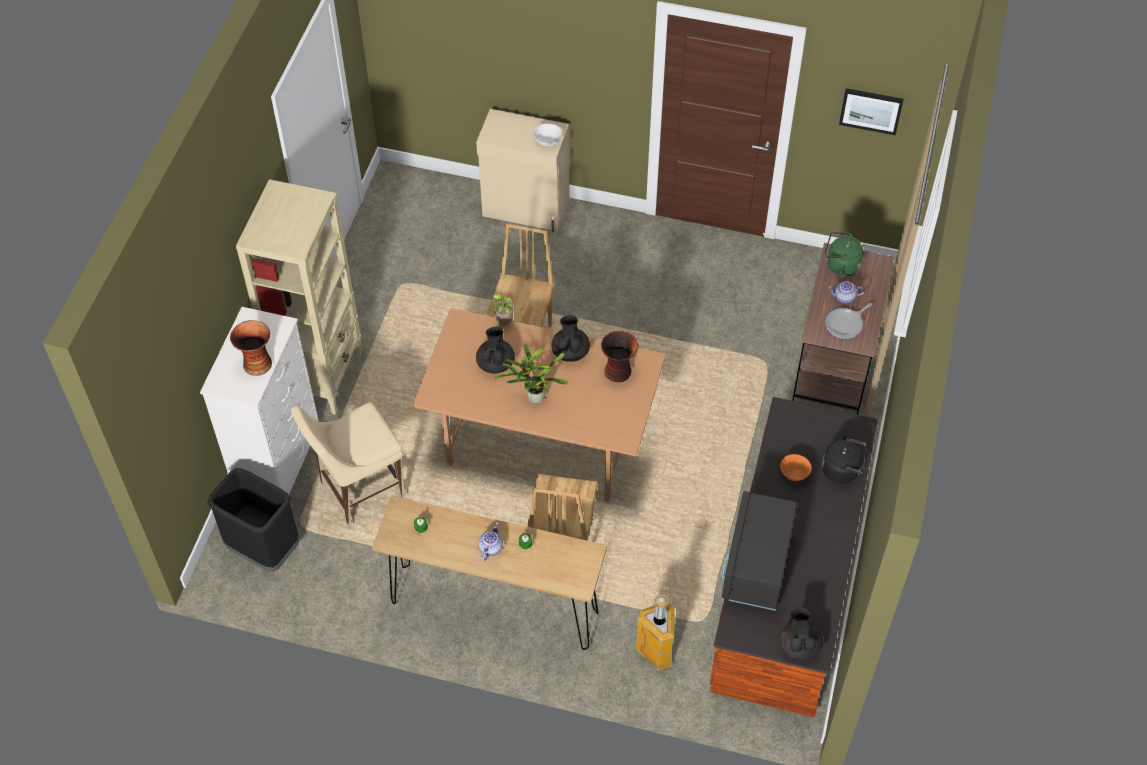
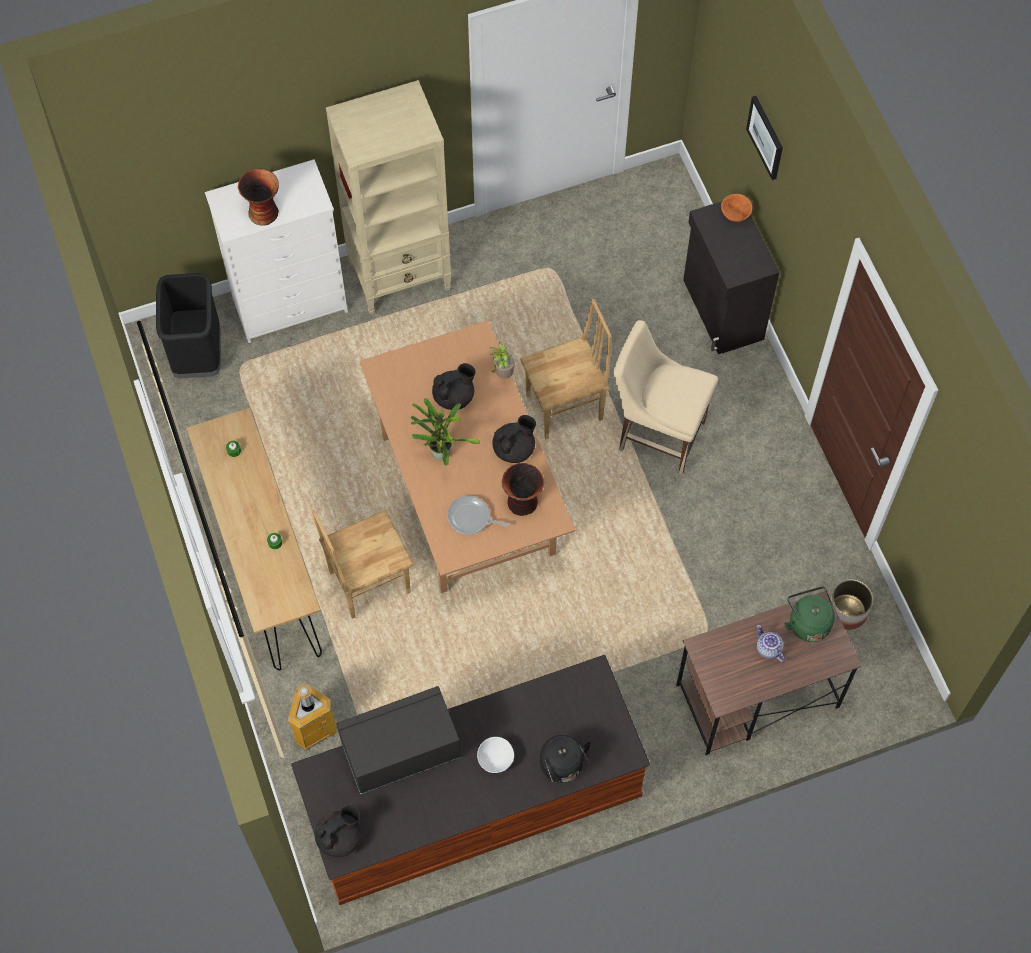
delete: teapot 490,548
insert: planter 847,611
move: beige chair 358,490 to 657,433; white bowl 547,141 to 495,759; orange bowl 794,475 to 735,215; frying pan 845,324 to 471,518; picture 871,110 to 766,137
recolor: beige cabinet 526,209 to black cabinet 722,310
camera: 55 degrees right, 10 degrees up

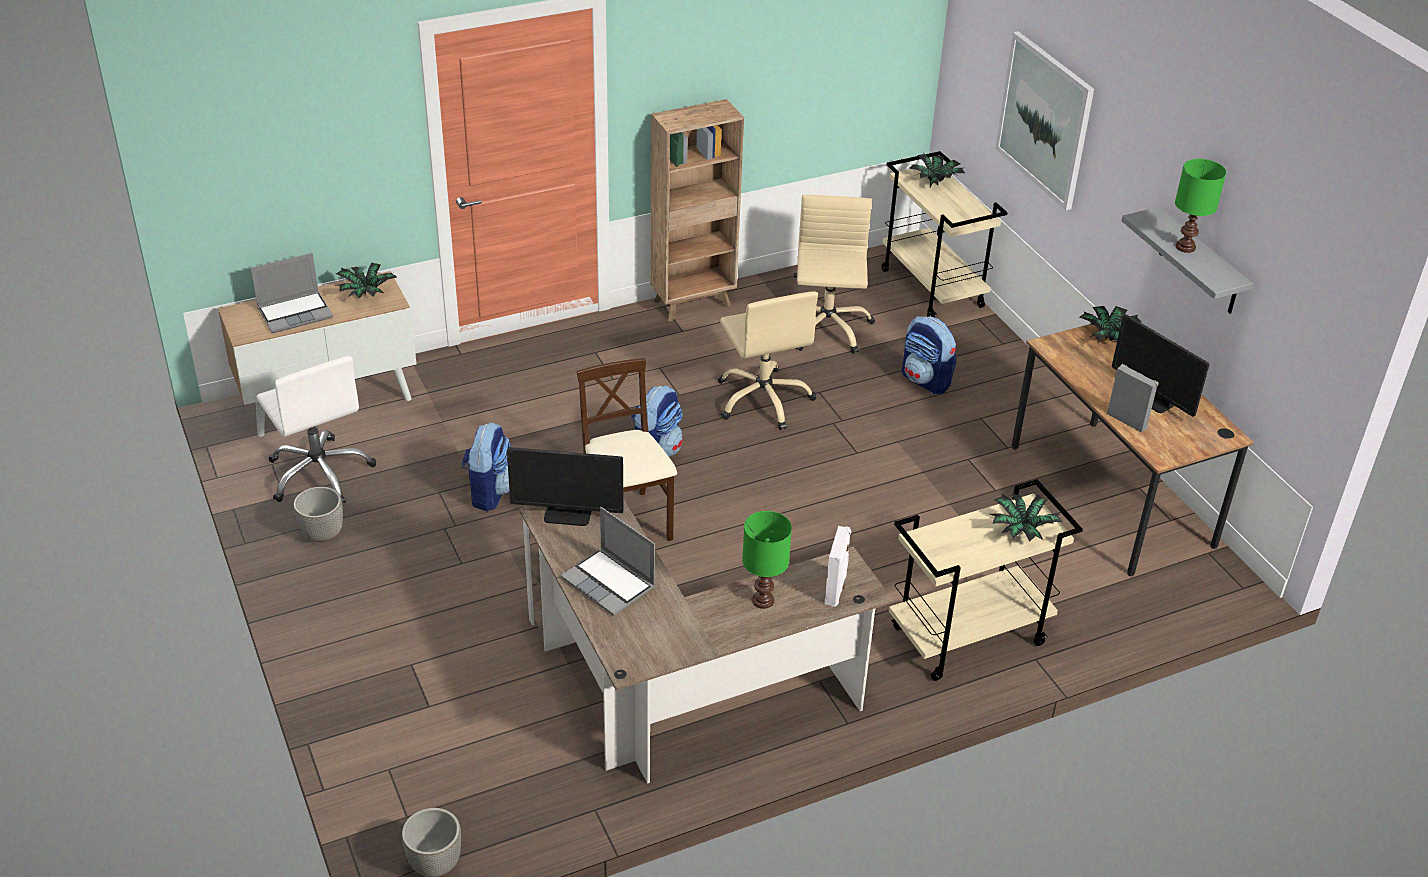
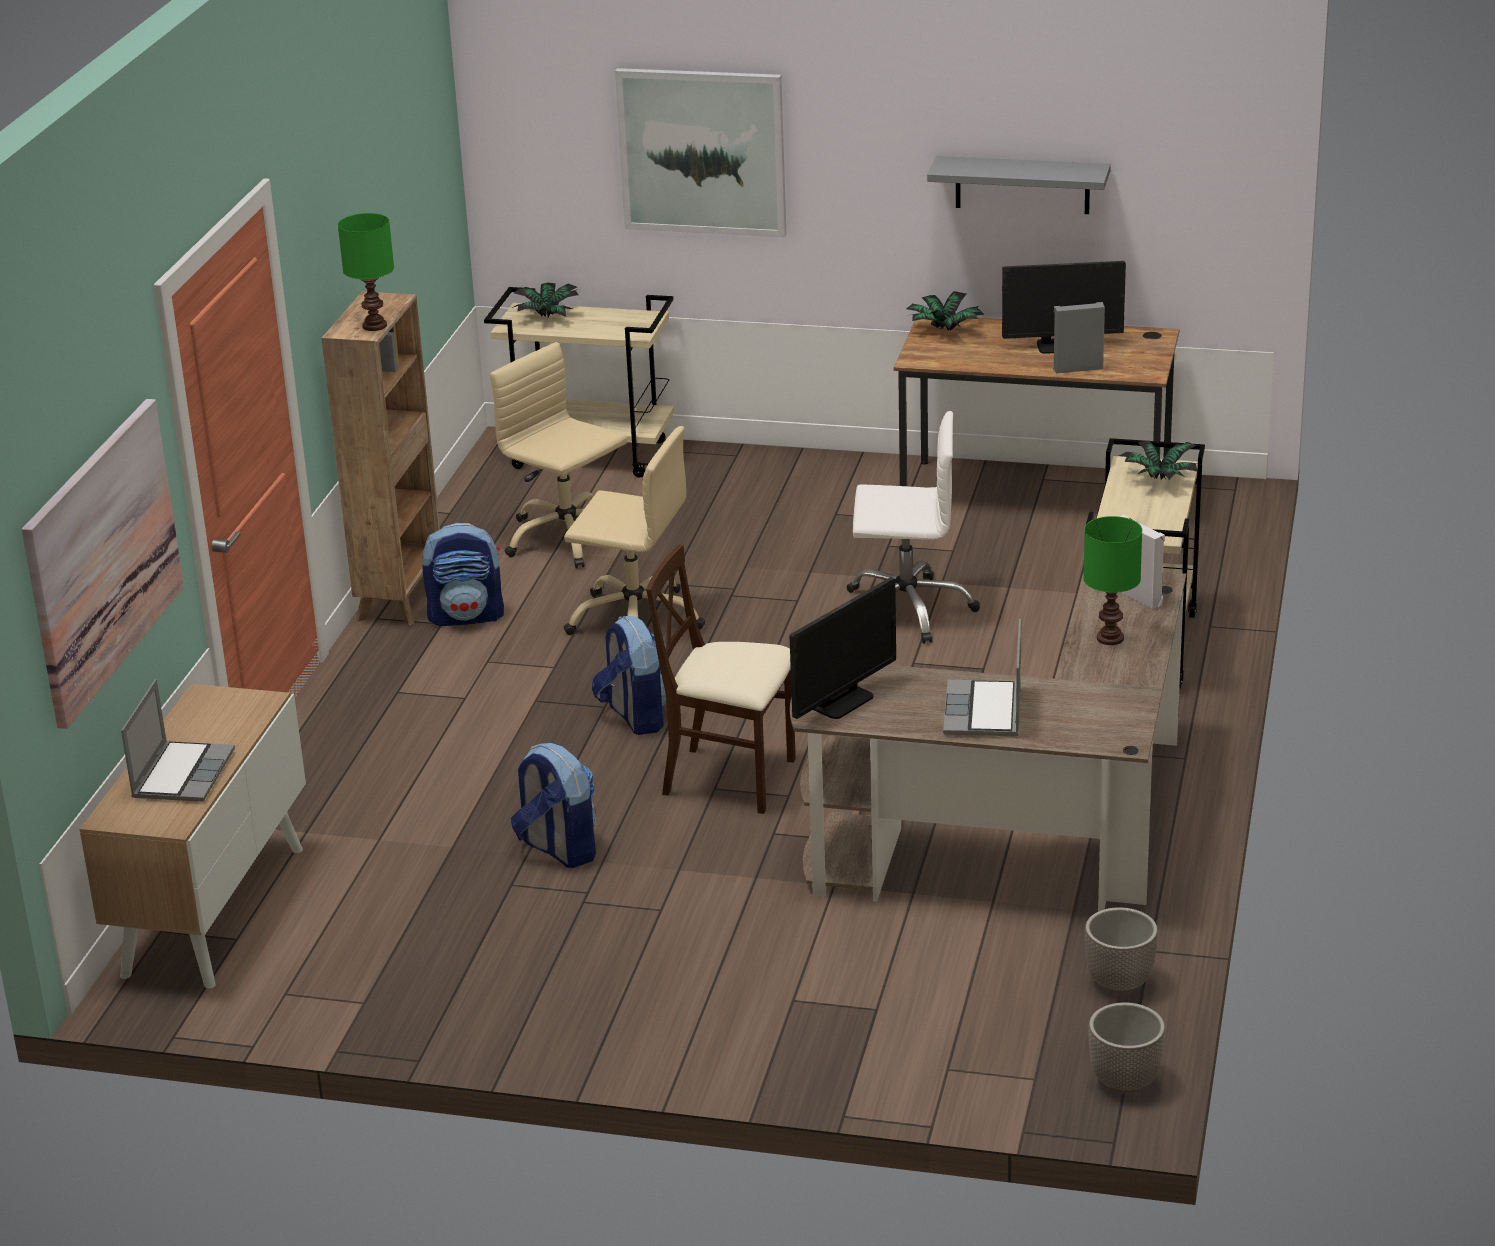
delete: potted plant 366,294
insert: picture 102,559
move: white office chair 320,473 to 907,609; planter 322,534 to 1118,982; backpack 926,380 to 467,616; green table lamp 1186,247 to 375,326
rotate: laptop 610,583 = 984,712 105 degrees clockwise
camera: 50 degrees left, 10 degrees down

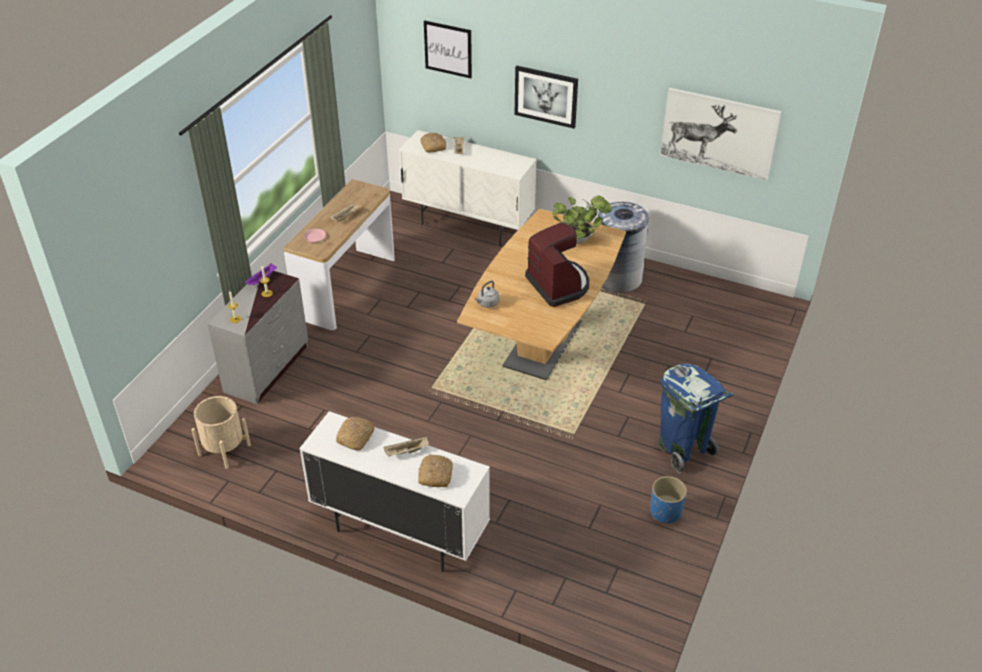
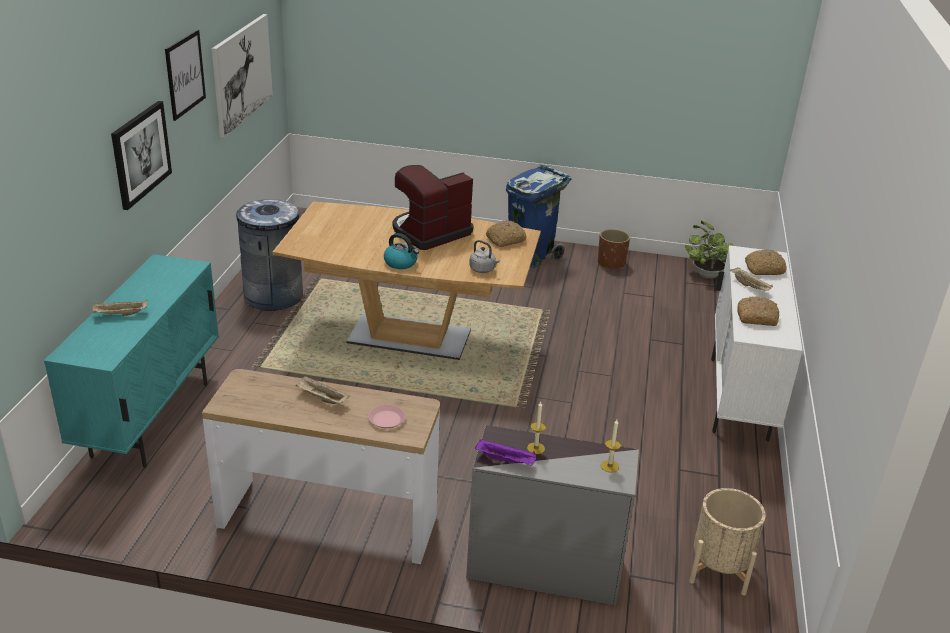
insert: kettle 401,263
move: bread 432,146 to 505,240; picture 448,49 to 185,74; potted plant 579,239 to 706,273
recolor: white cabinet 468,225 to turquoise cabinet 152,419; blue planter 665,512 to brown planter 611,263
camera: 105 degrees left, 10 degrees down

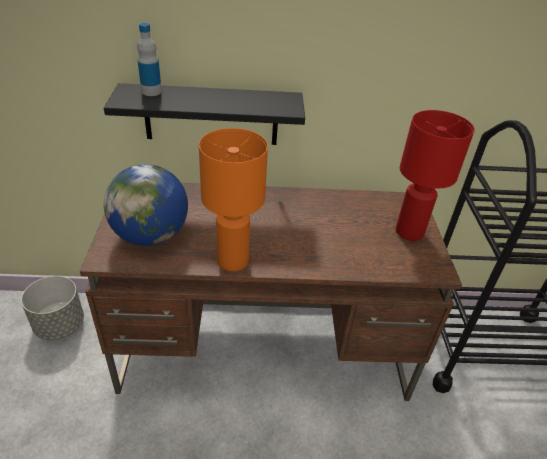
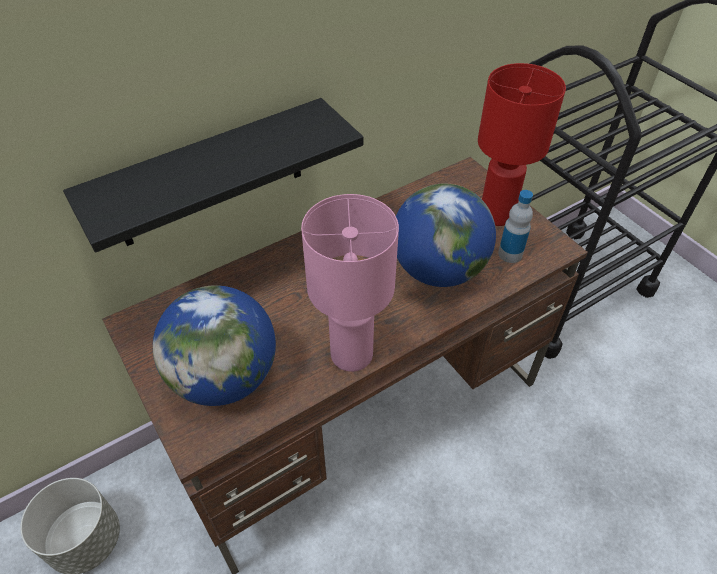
insert: globe 438,270
move: bottle 151,92 to 510,254
recolor: orange table lamp 233,262 to pink table lamp 352,355
camera: 30 degrees left, 10 degrees up

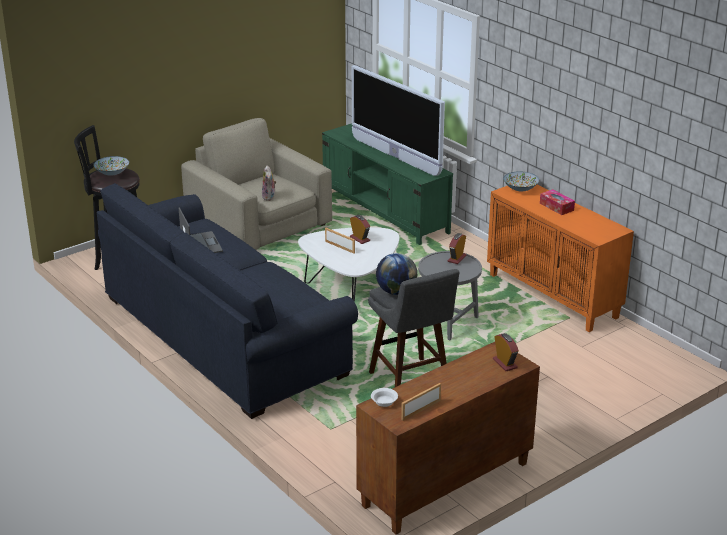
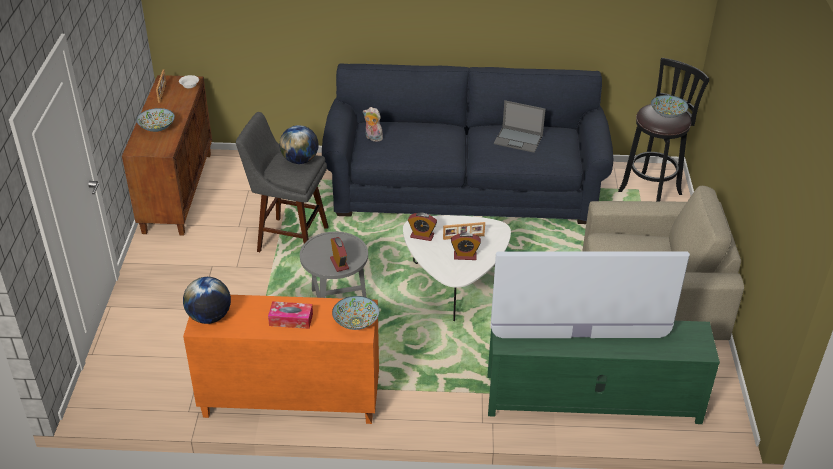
insert: bowl 157,128; globe 209,317
move: plush toy 269,197 to 372,138; alarm clock 505,363 to 422,236
camera: 130 degrees right, 10 degrees up

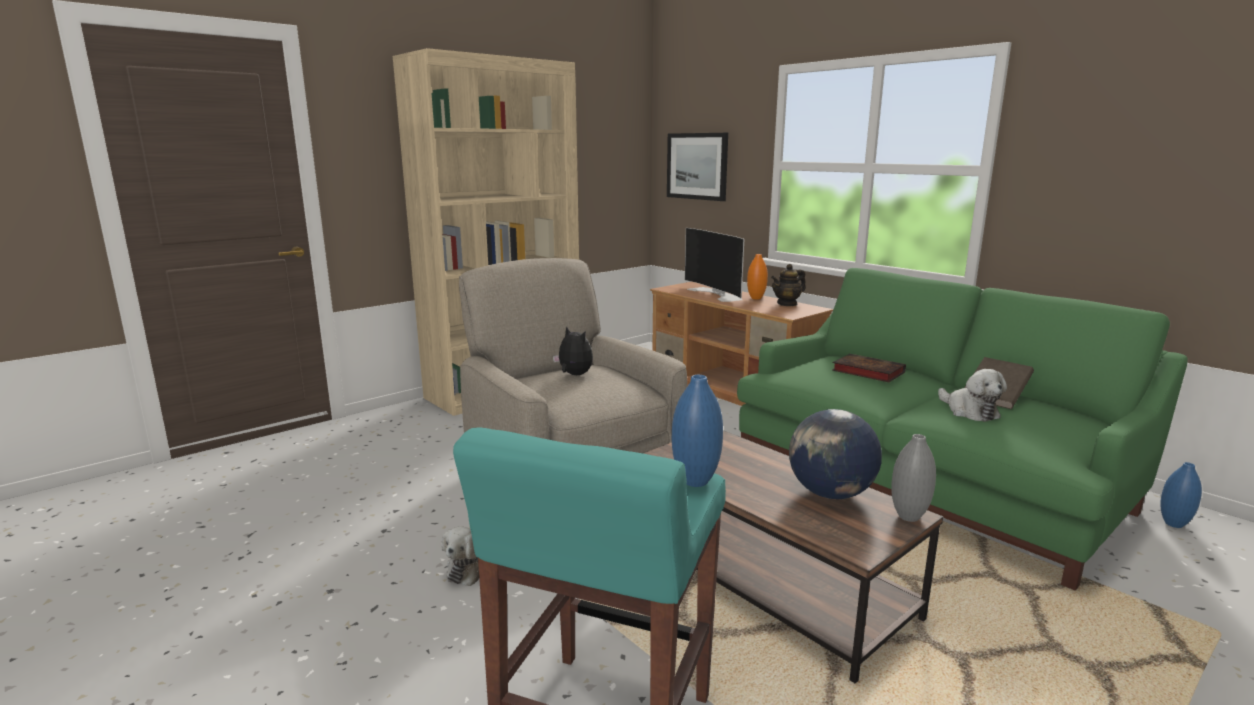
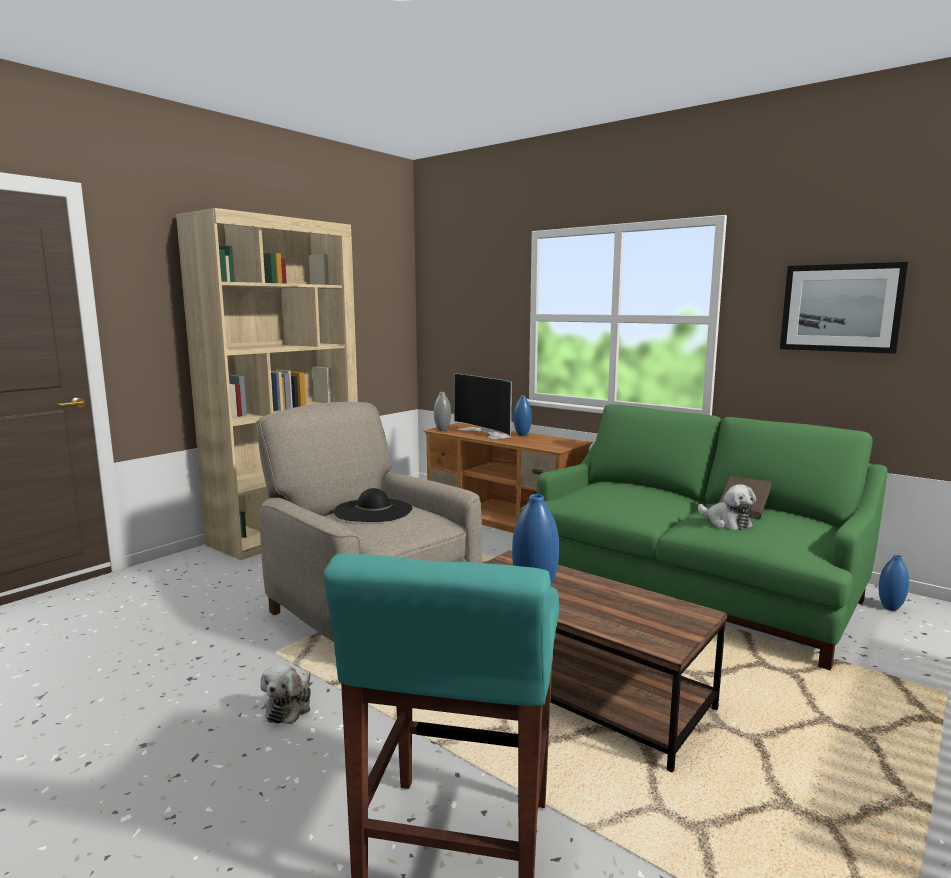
delete: teapot 787,304; globe 830,494; book 866,371
move: picture 697,166 to 840,308; grey vase 908,517 to 442,430
replace: plush toy 574,375 to black hat 373,510
recolor: orange vase 756,298 to blue vase 522,435
camera: 10 degrees left, 5 degrees down

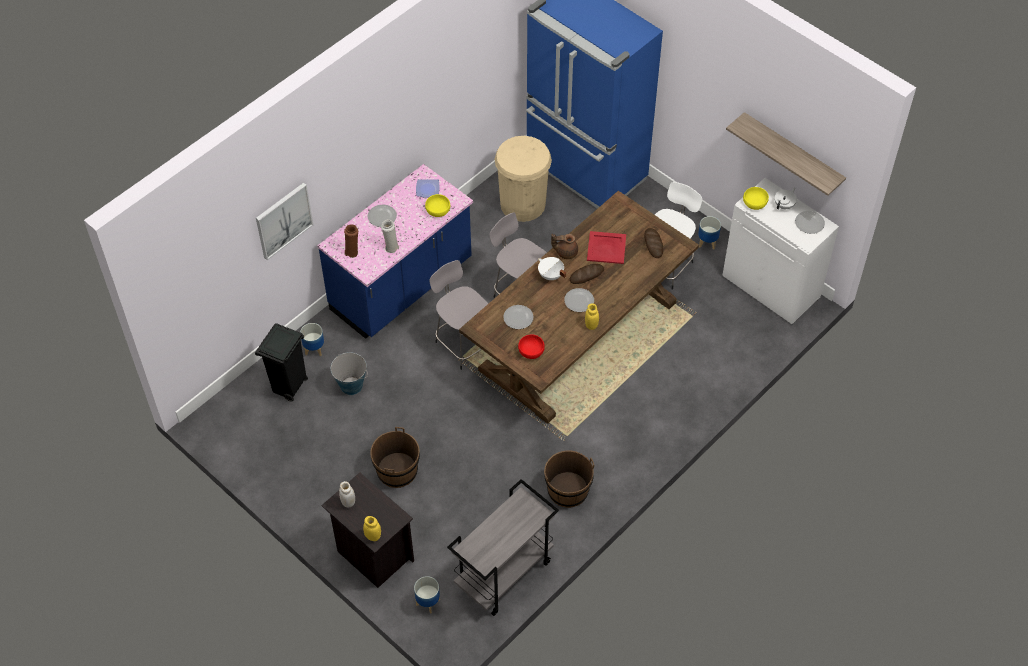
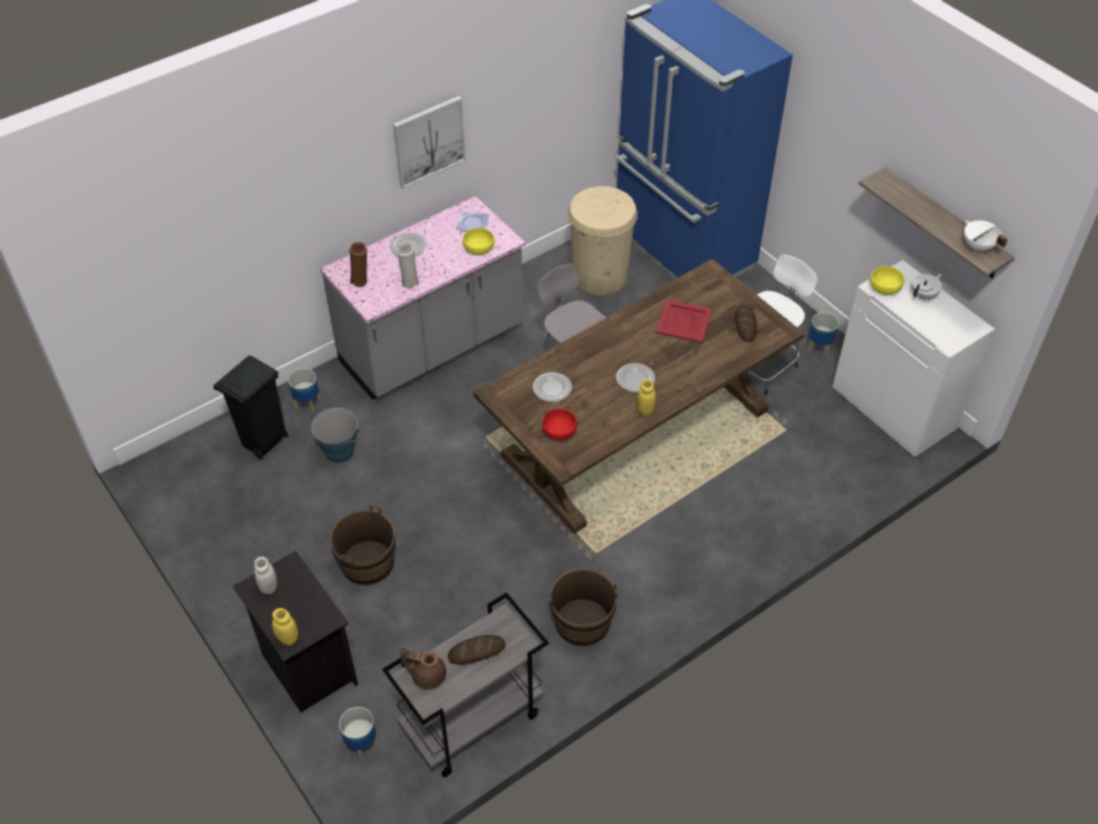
delete: grey stool 463,343; plate 809,223
move: picture 283,220 to 429,141; white cooking pot 550,275 to 978,247; brown teapot 565,252 to 427,675; bread 586,275 to 476,652
recolor: blue counter 402,286 to grey counter 432,347
camera: 10 degrees right, 5 degrees down

